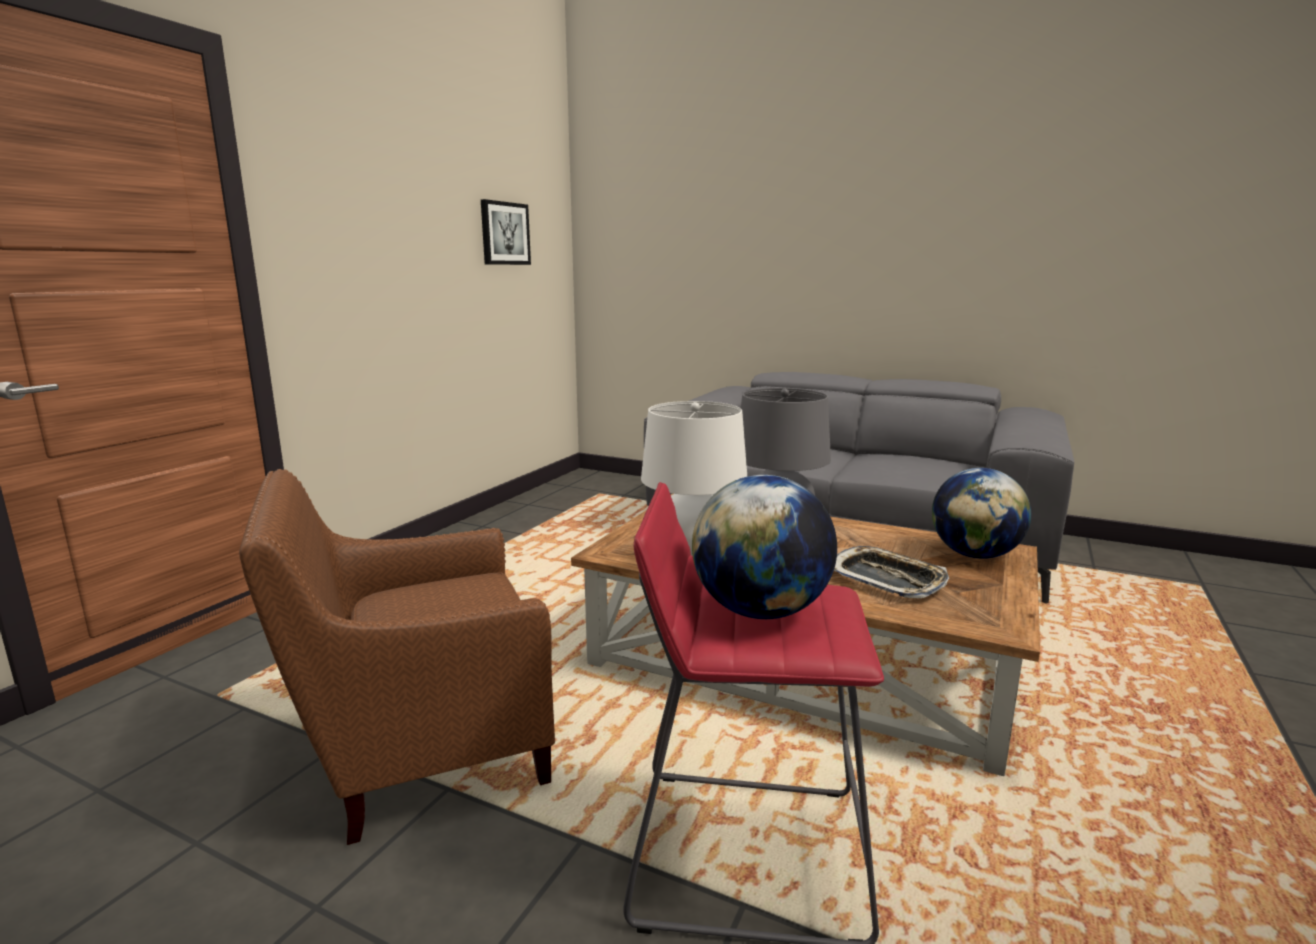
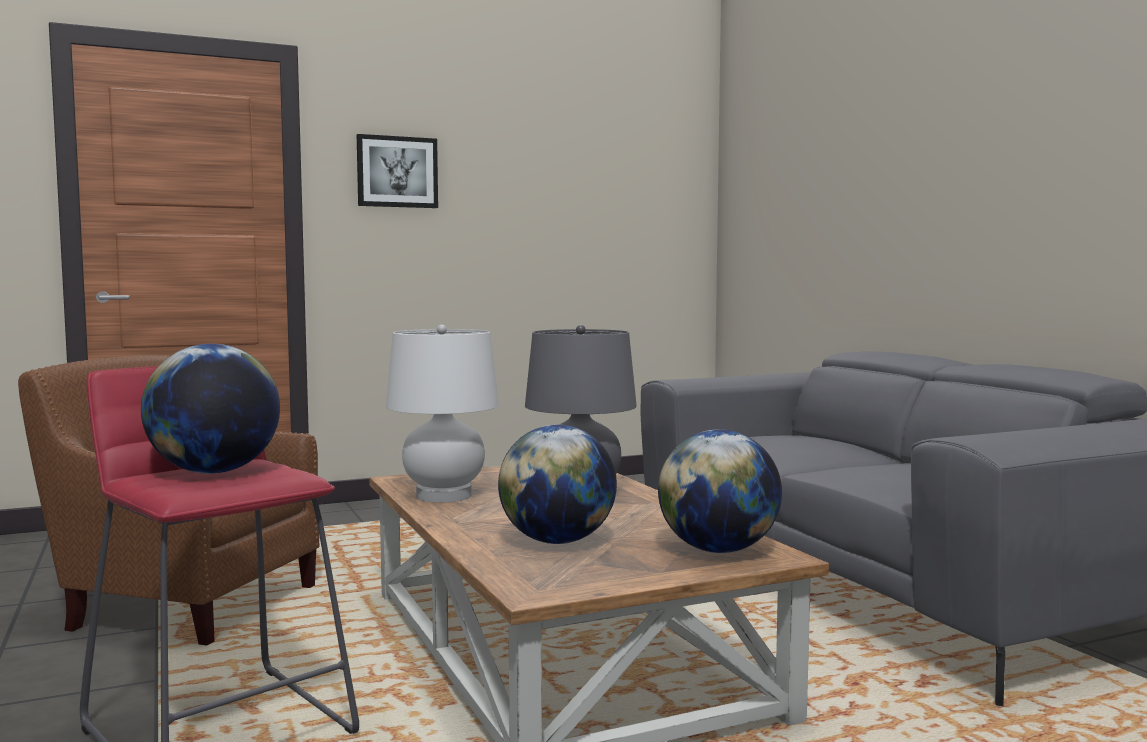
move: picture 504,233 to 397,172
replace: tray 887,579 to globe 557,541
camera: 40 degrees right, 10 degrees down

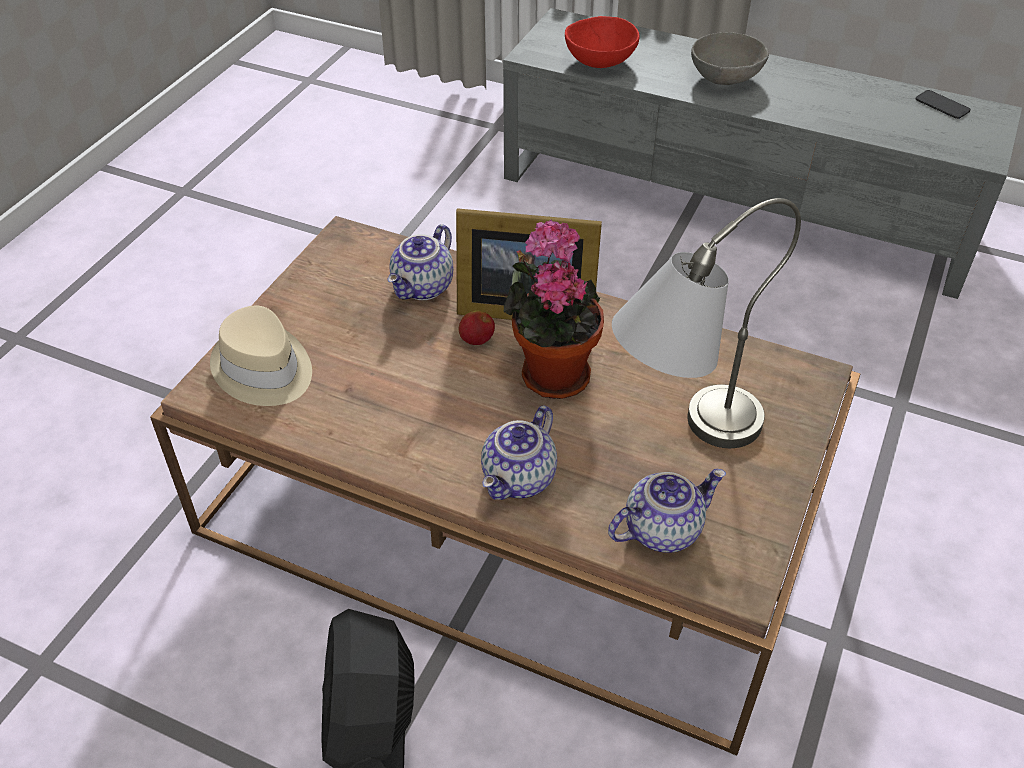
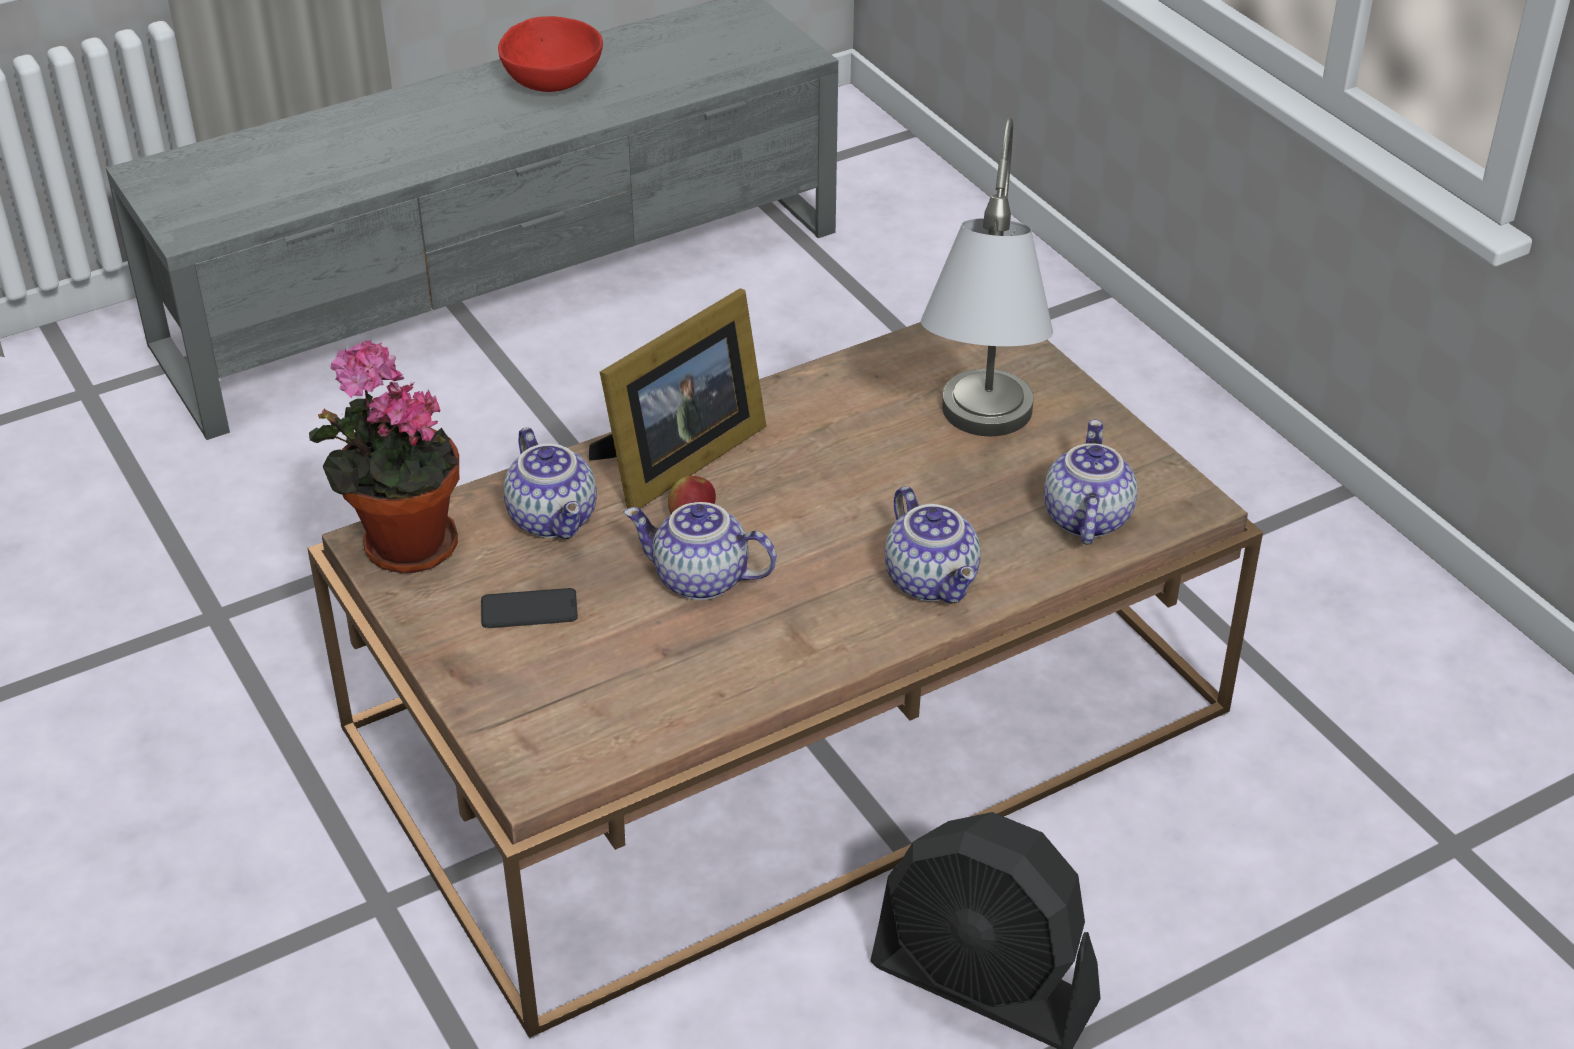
delete: beige hat 263,370; grey bowl 726,78
insert: teapot 699,580
move: potted plant 551,372 to 401,545; red bowl 599,62 to 552,83; phone 942,105 to 529,609
camera: 55 degrees left, 5 degrees down

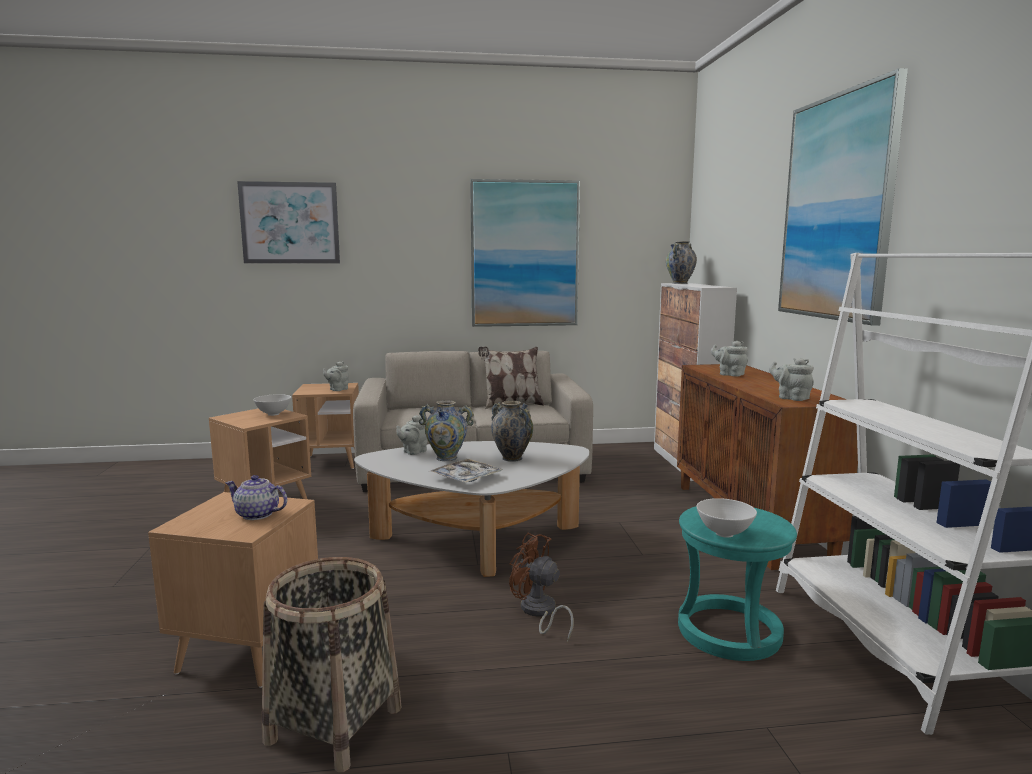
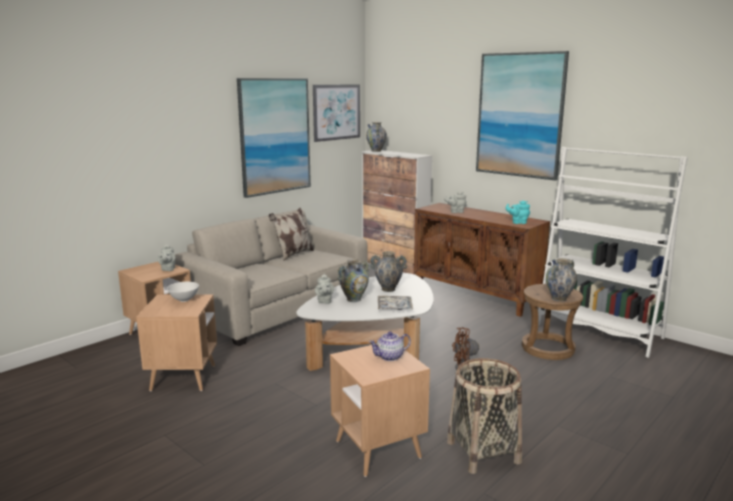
move: picture 290,223 to 336,112
replace: white bowl 724,534 to vase 559,298
recolor: turquoise stool 729,631 to brown stool 548,348; grey teapot 791,398 to turquoise teapot 518,222
camera: 40 degrees left, 5 degrees up

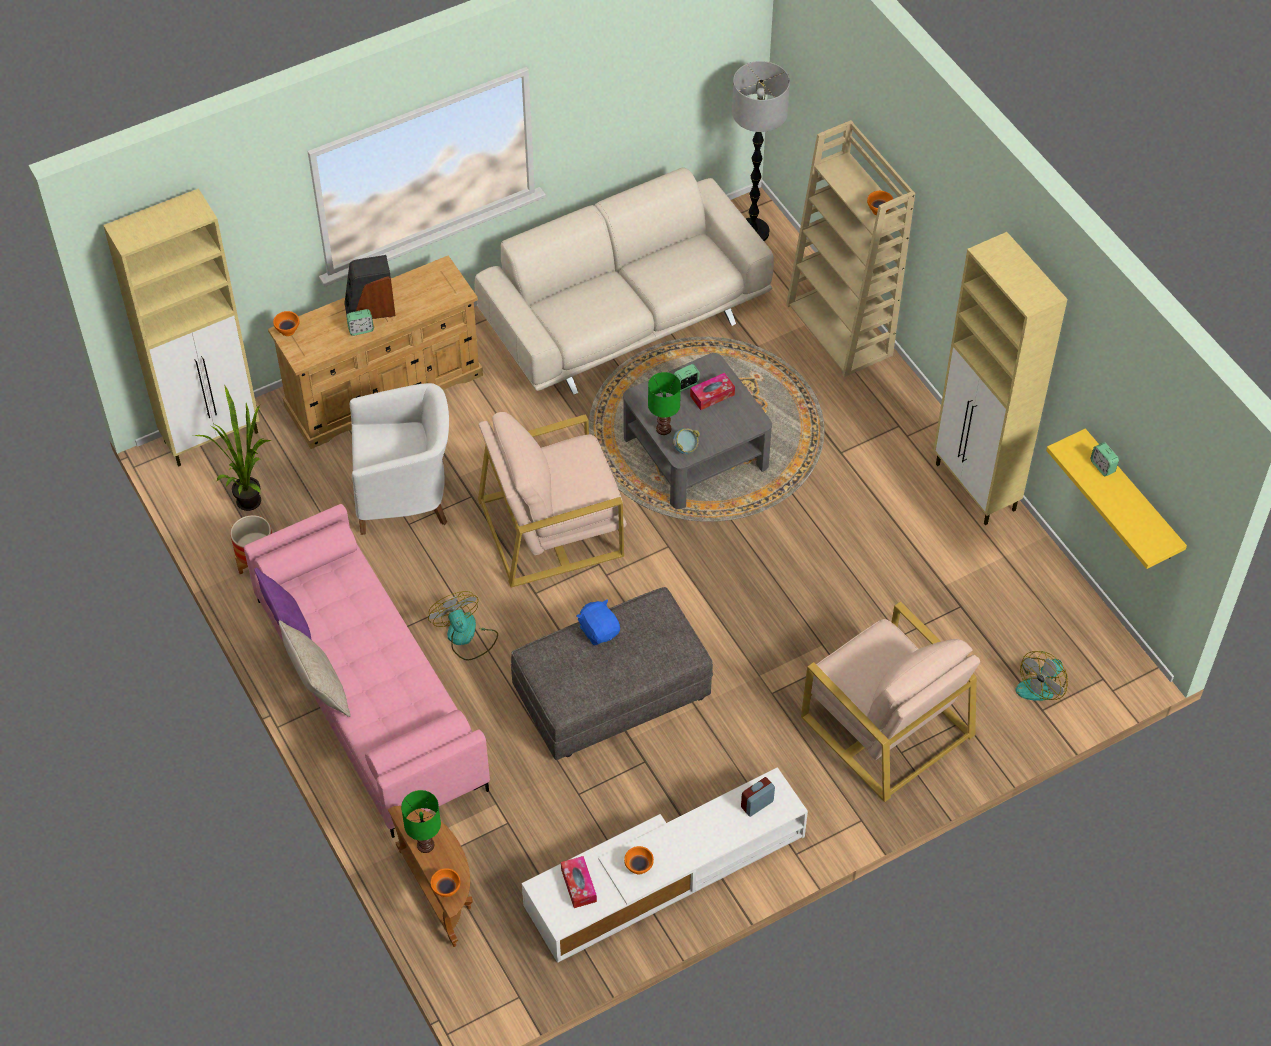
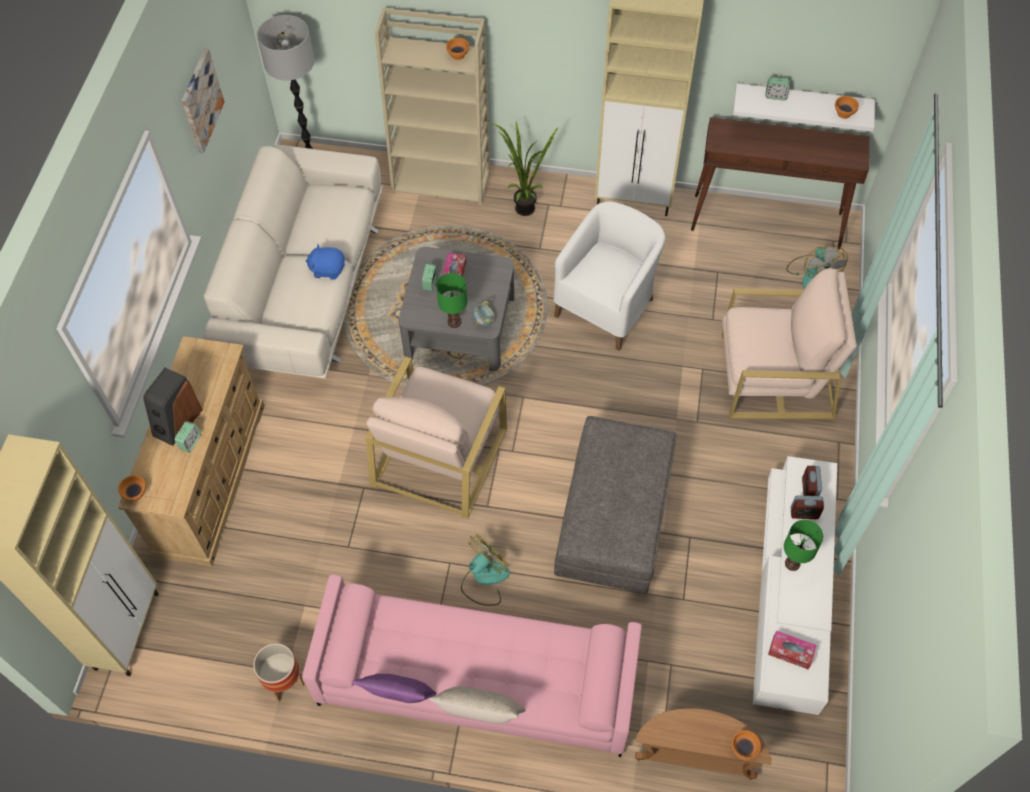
insert: picture 201,100; brown console table 767,221; alarm clock 804,513
move: potted plant 251,497 to 522,206; white armchair 405,495 to 607,306; green table lamp 426,845 to 793,563; blue plush toy 599,630 to 328,269; orange bowl 638,867 to 844,114
recolor: yellow shelf 1131,497 to white shelf 802,103
rotate: fan 465,637 = 484,579 120 degrees clockwise
camera: 50 degrees left, 5 degrees up

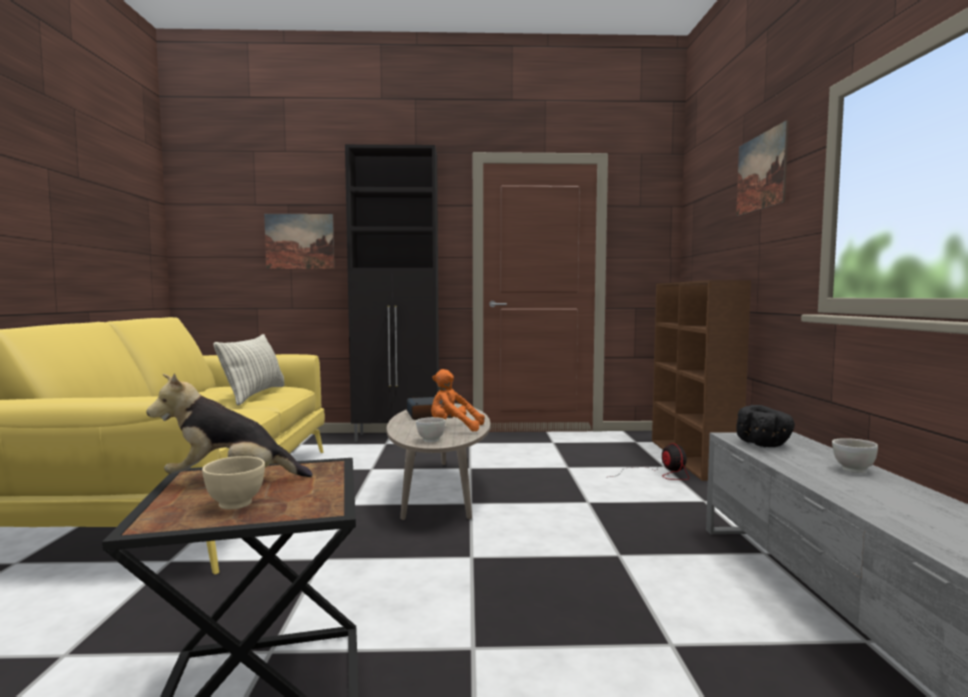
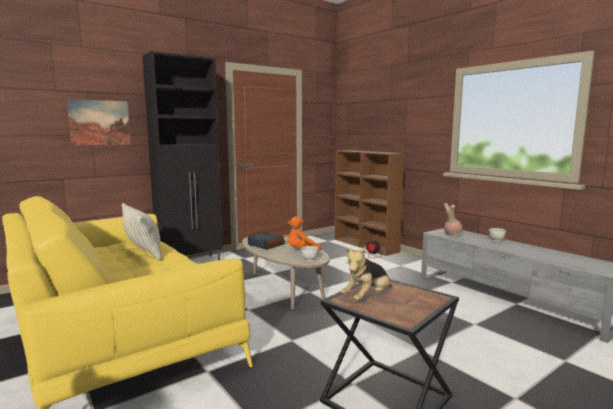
delete: beige bowl 235,505; picture 761,172
replace: black bowl 764,444 to brown vase 452,234
camera: 35 degrees left, 5 degrees up

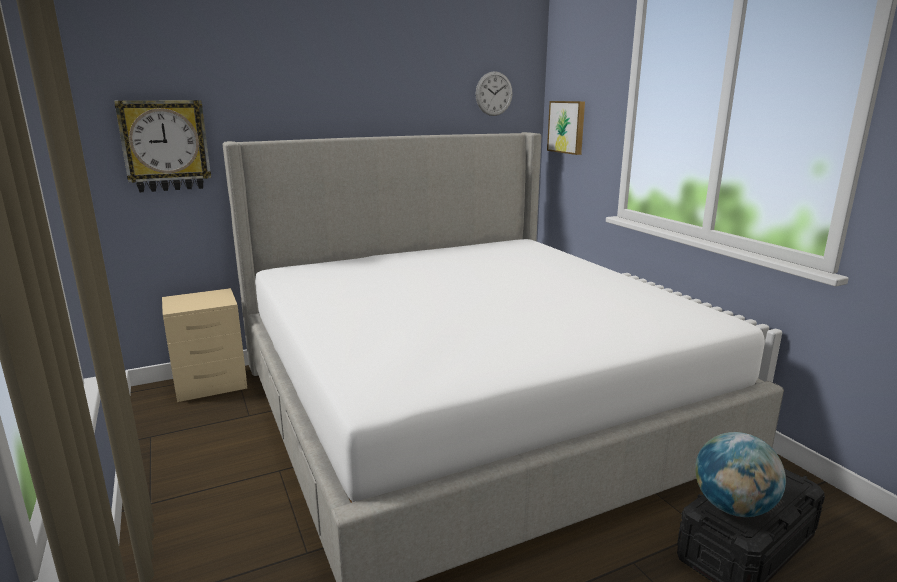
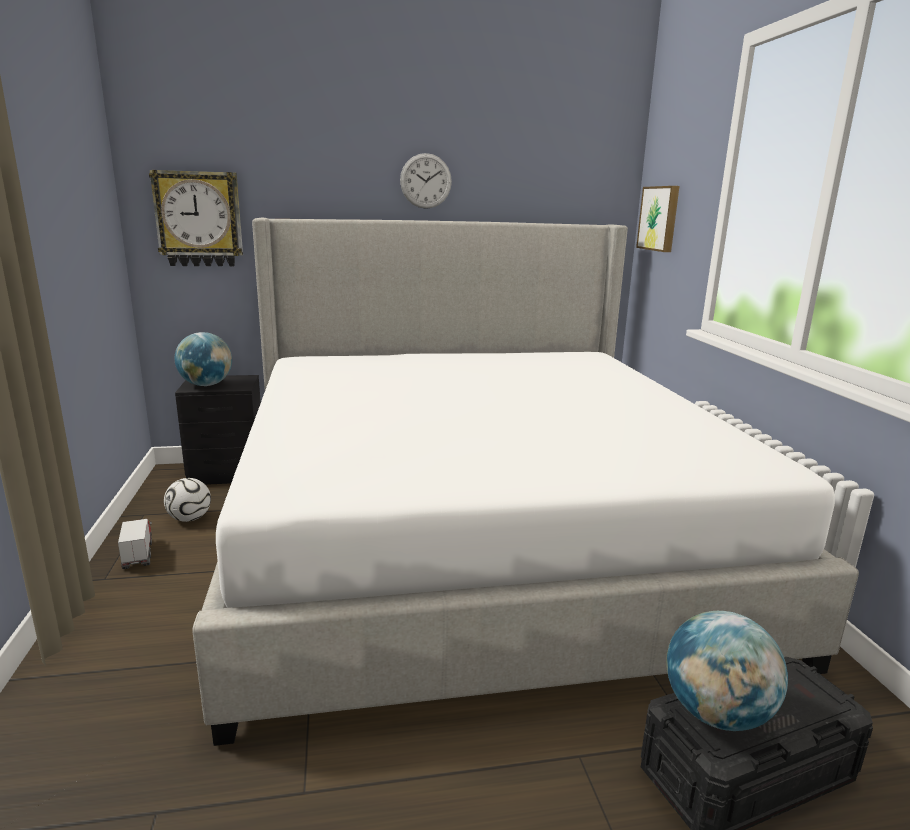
insert: toy truck 138,555; football 190,519; globe 206,385
move: wall clock 494,93 to 425,181
recolor: beige nightstand 212,384 to black nightstand 229,473
camera: 15 degrees right, 0 degrees up

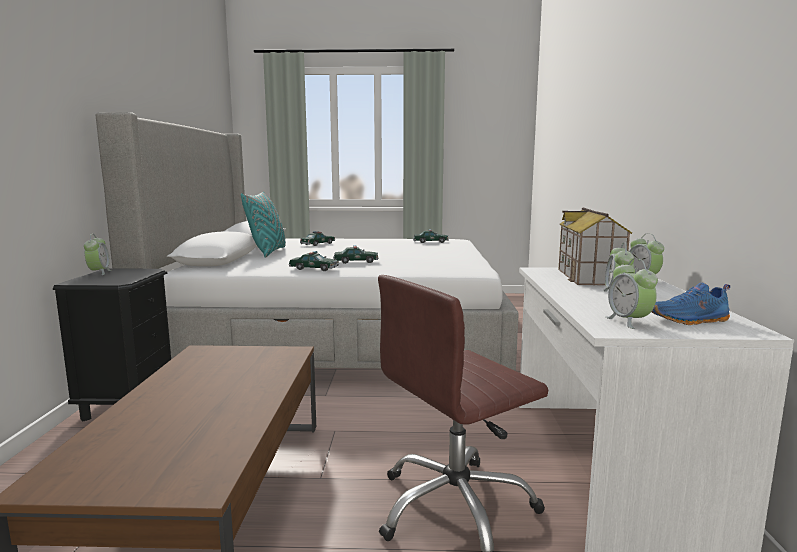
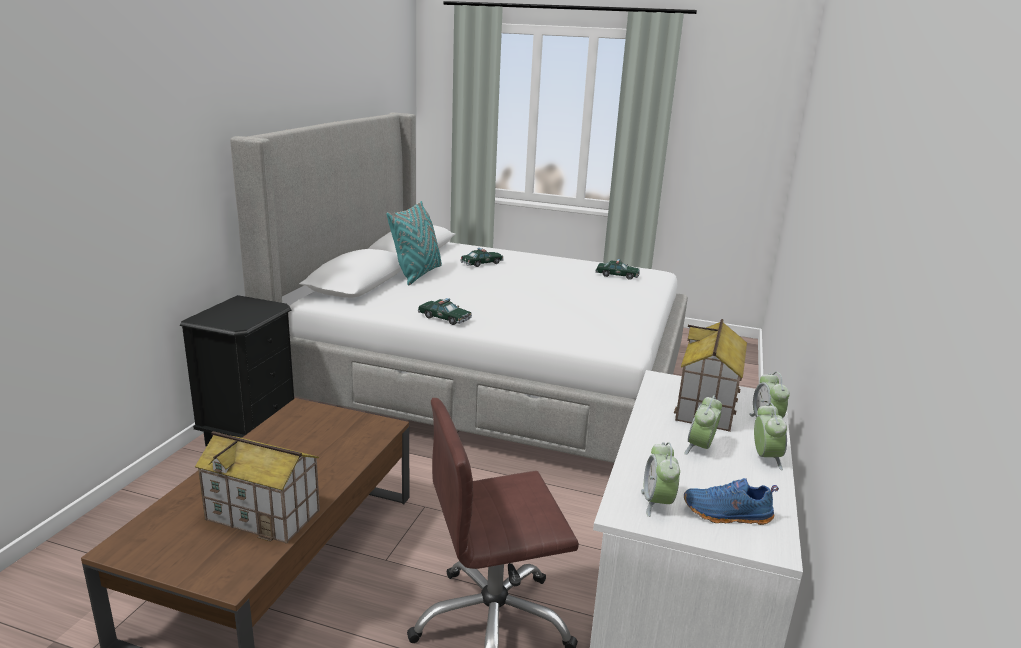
delete: toy car 356,262
insert: toy house 264,514
move: alarm clock 99,272 to 765,458
camera: 15 degrees right, 10 degrees up

